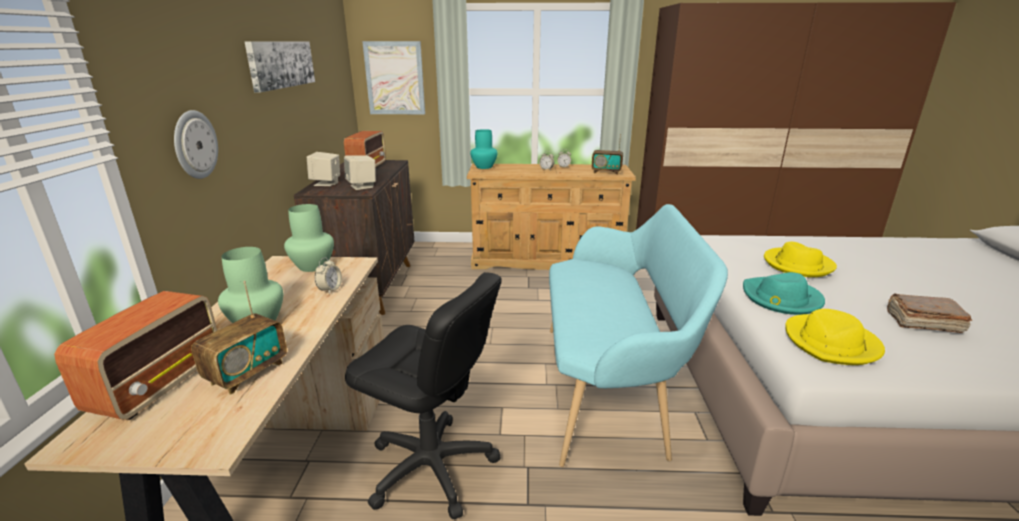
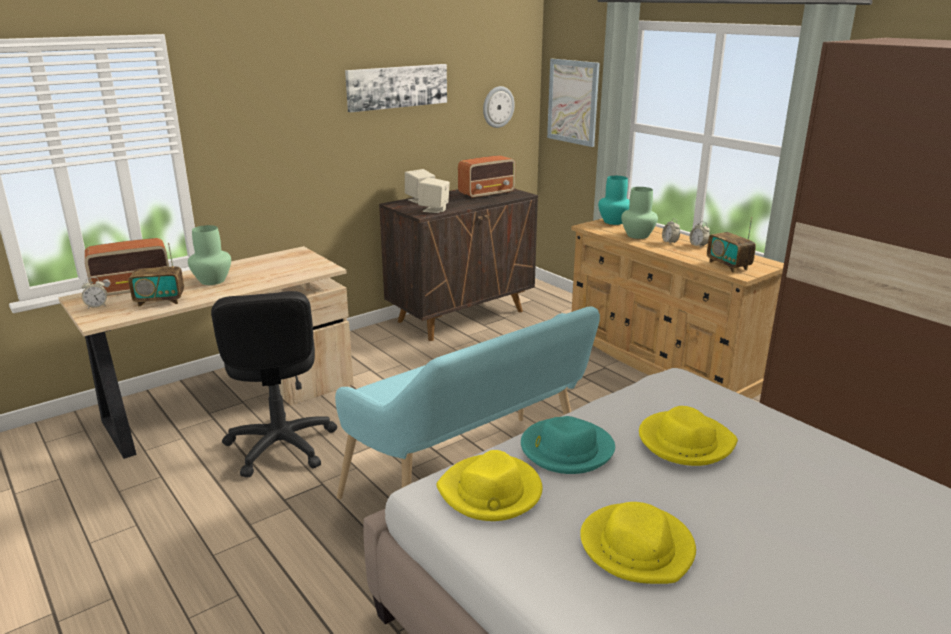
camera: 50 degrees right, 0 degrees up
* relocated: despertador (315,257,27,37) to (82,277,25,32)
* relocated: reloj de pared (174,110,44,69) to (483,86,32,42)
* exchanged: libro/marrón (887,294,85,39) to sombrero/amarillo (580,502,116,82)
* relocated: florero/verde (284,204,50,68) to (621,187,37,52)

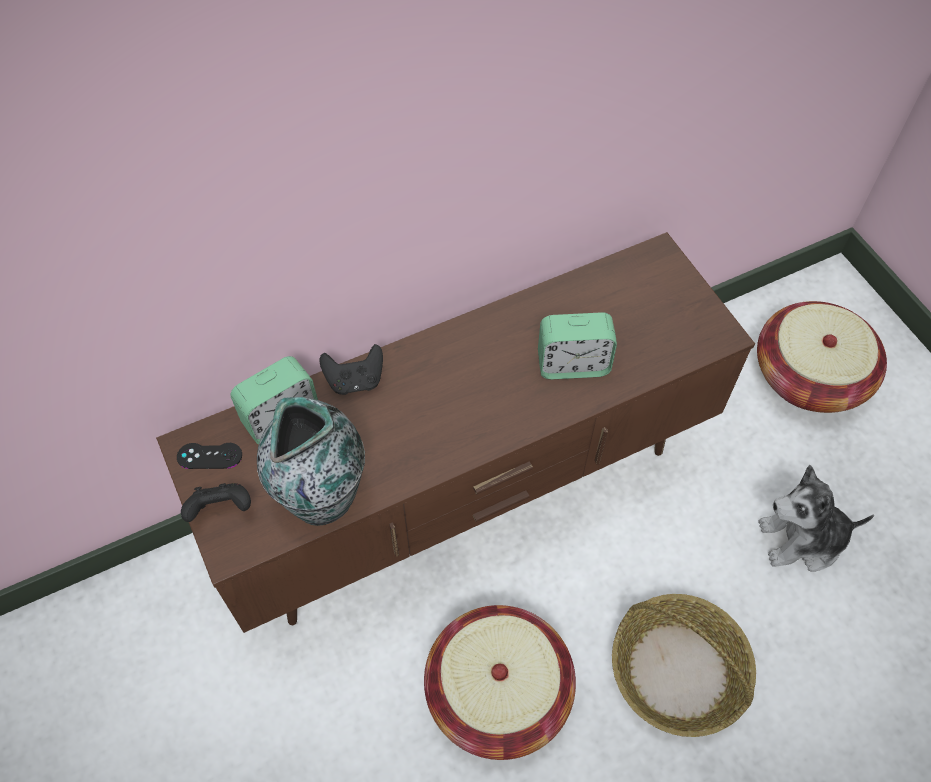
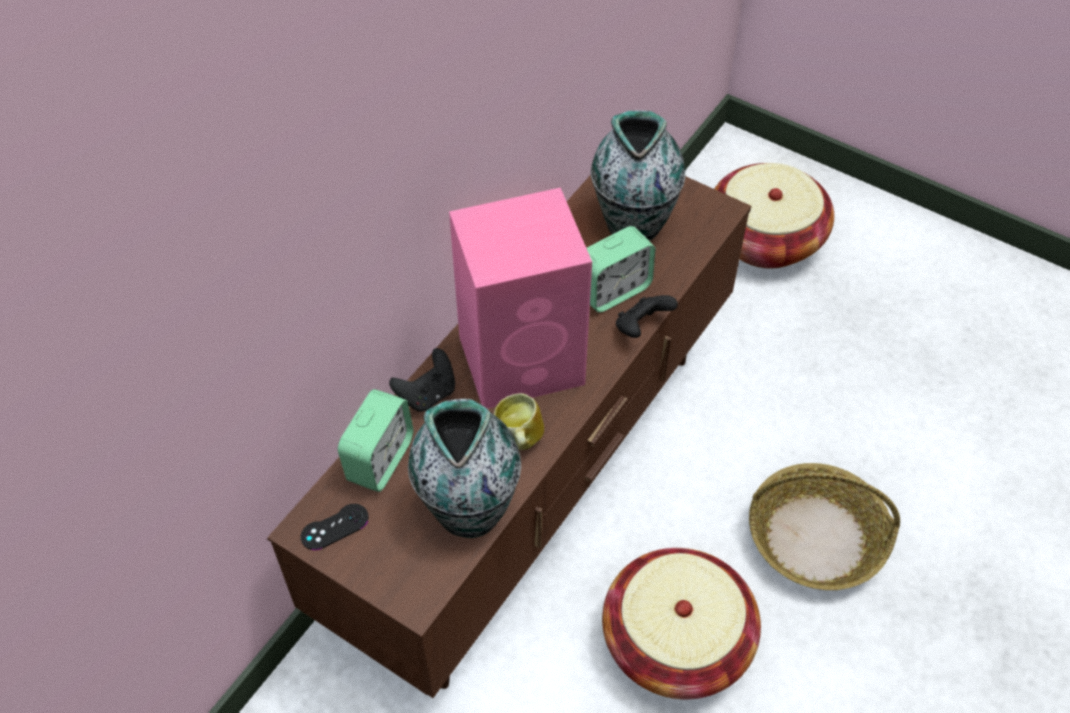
camera: 30 degrees left, 5 degrees down
* appeared: altavoz/rosa (449,188,143,221)
* appeared: taza grande (494,393,50,57)
* appeared: florero (590,110,96,131)
* relocated: mando de consola/negro (181,483,70,39) to (616,295,62,43)
* missing: peluche (758,465,116,107)

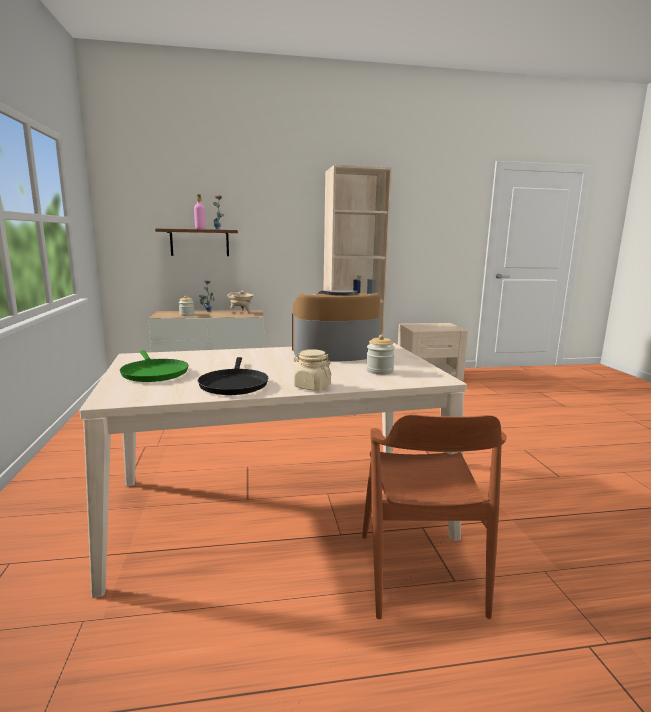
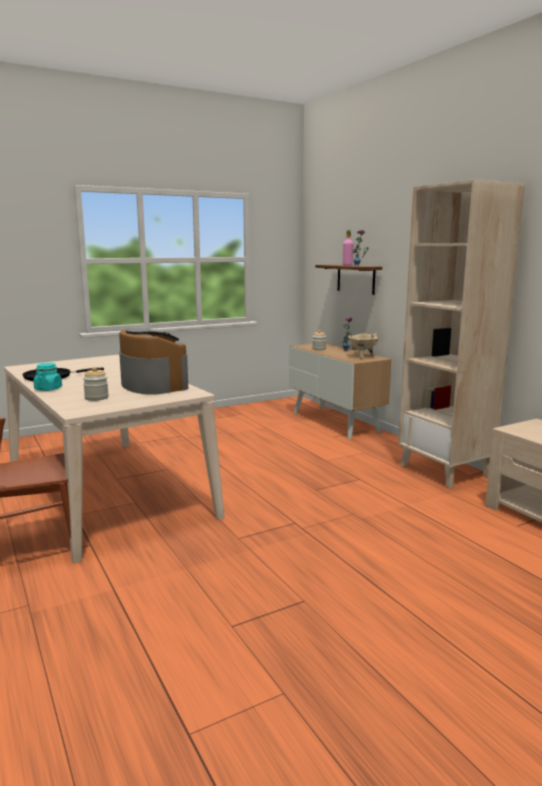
camera: 70 degrees right, 0 degrees up
* colour: tarro/beis (294,349,37,42) to tarro/turquesa (34,363,28,28)
* missing: sartén/verde (120,350,68,32)

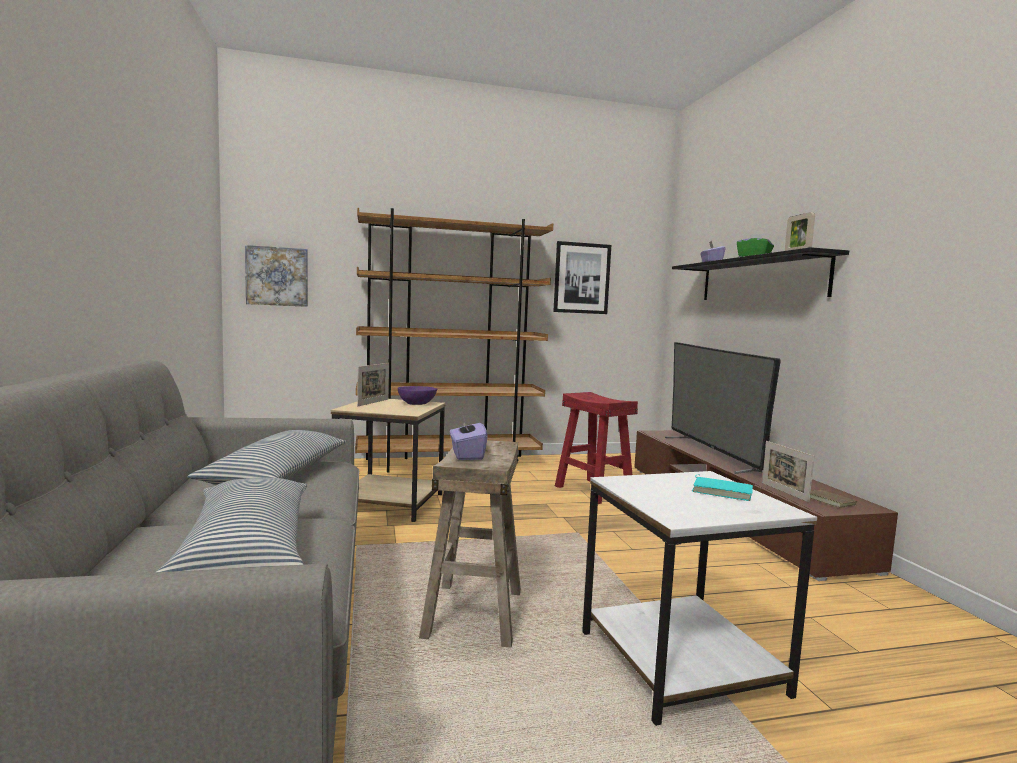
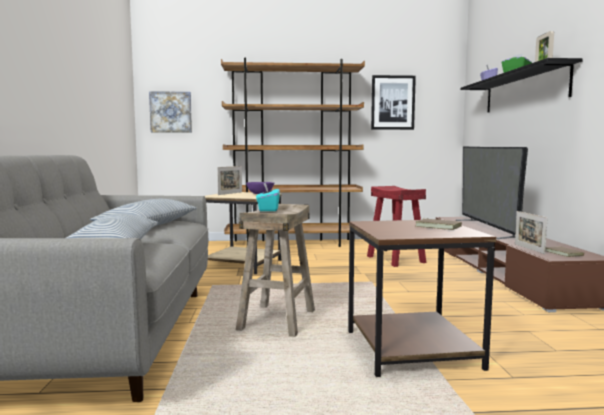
camera: 10 degrees right, 0 degrees up
* colour: caja de pañuelos/morado (450,416,38,44) to caja de pañuelos/turquesa (256,183,24,28)
* colour: mesa auxiliar/blanco (582,471,235,255) to mesa auxiliar/marrón (348,219,148,158)
* colour: libro/turquesa (692,475,61,26) to libro/marrón (416,218,46,12)

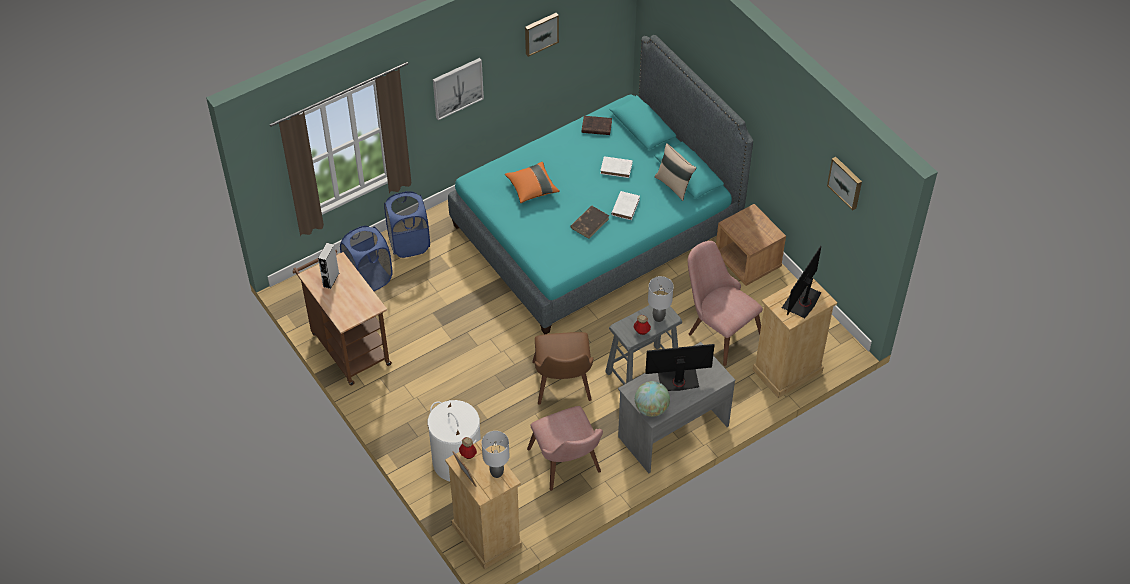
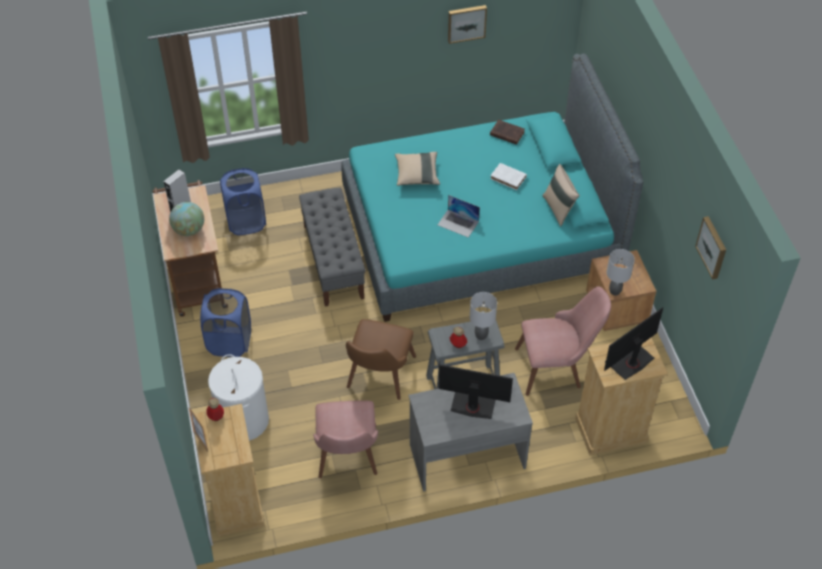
camera: 20 degrees right, 0 degrees up
* relocated: globo terráqueo (635,381,35,36) to (169,202,35,34)
* relocated: cesto de la ropa/azul (384,191,46,67) to (200,288,51,69)
* appeared: banco/gris (299,188,66,119)
* colour: cojín/naranja (505,162,55,41) to cojín/beis (395,152,45,34)
* exchanged: libro/marrón (570,206,39,33) to portátil (438,195,42,43)
* spun: silla/rosa (688,241,75,125) = (515,286,96,110) 105 degrees clockwise
* relocated: lámpara de mesa/gris (482,431,27,47) to (606,249,29,47)
* missing: cuadro (433,58,51,62)
* missing: libro/blanco (611,191,29,29)

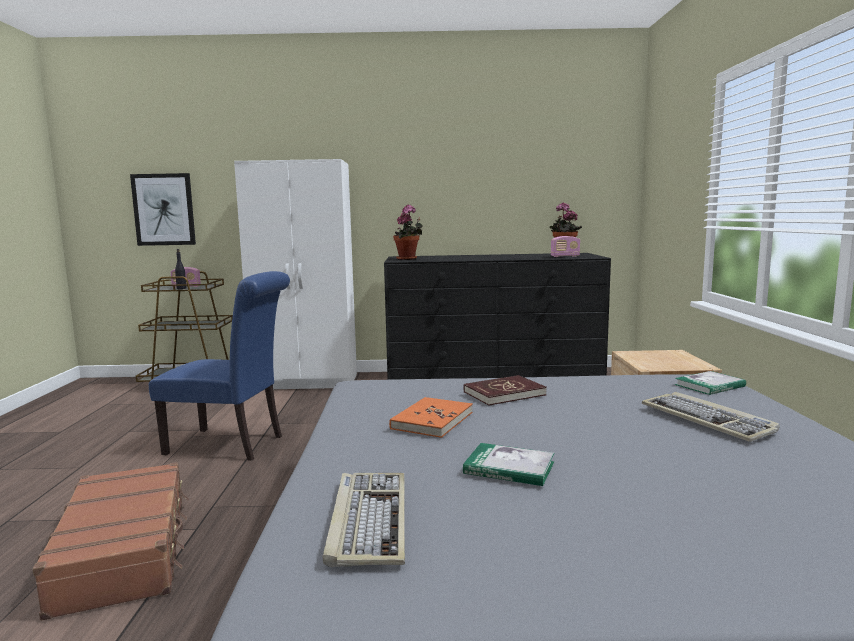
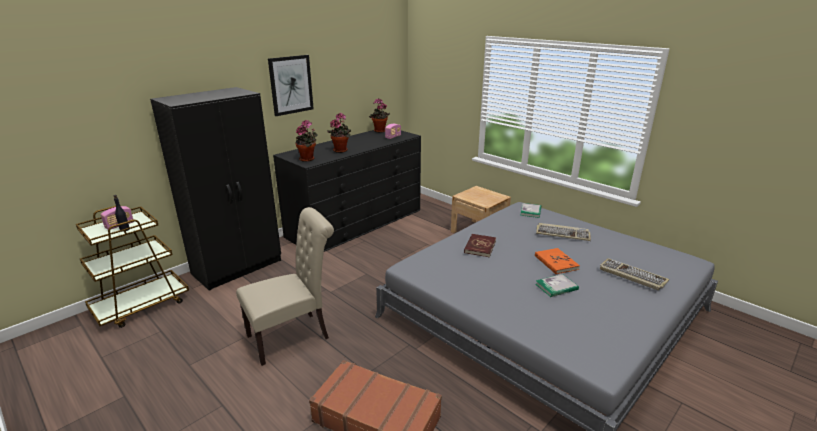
camera: 45 degrees left, 15 degrees up
* colour: armario ropero/blanco (234,159,123,231) to armario ropero/negro (150,87,131,204)
* colour: silla/azul (149,271,141,190) to silla/beis (236,207,98,159)
* relocated: cuadro (130,173,66,73) to (268,55,46,61)
* appeared: planta en maceta (327,113,24,40)
* relocated: libro/naranja (389,397,84,41) to (535,248,45,26)
* relocated: teclado (322,473,83,94) to (600,258,69,32)

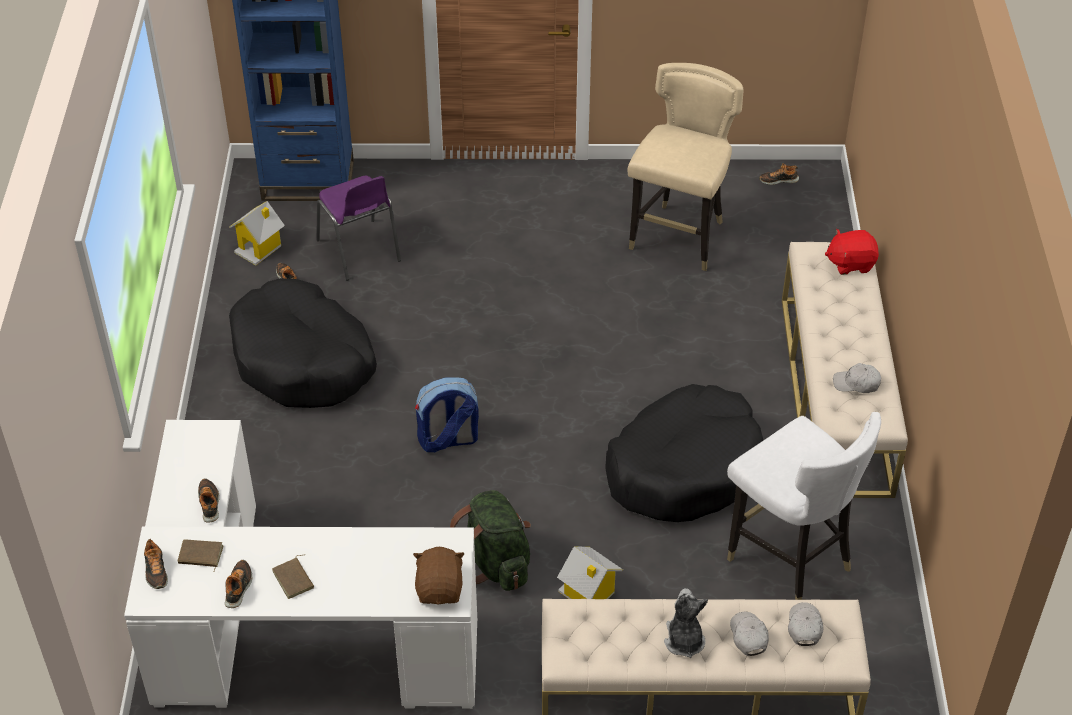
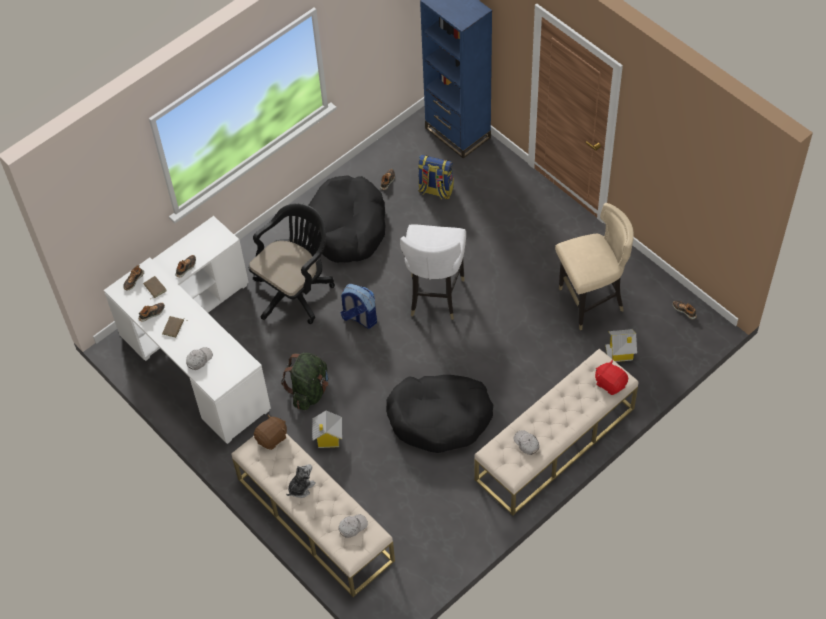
camera: 50 degrees right, 10 degrees up
* relocated: gorra/blanco (730,612,39,44) to (186,347,27,23)
* appeared: silla de oficina/negro (248,203,87,121)
* relocated: peluche/marrón (413,547,52,58) to (254,414,33,36)
* relocated: silla/blanco (727,412,154,188) to (400,224,66,96)
* exchanged: silla/morado (316,176,85,104) to mochila (418,155,36,44)
* relocated: casita (229,201,56,64) to (605,329,32,33)

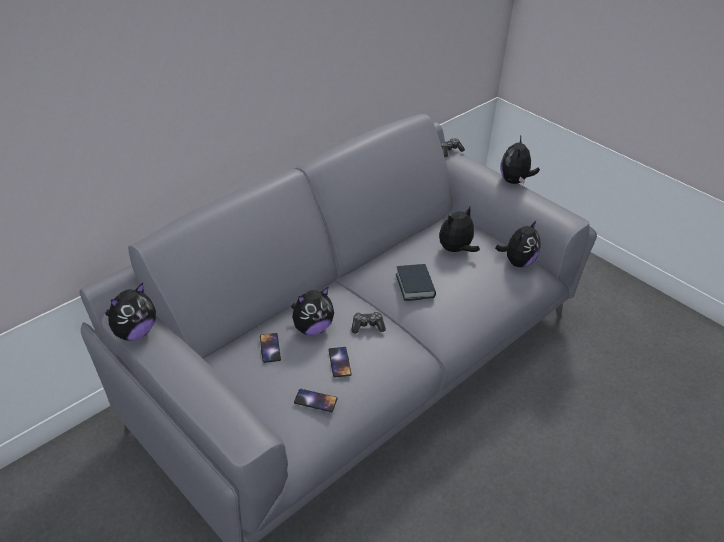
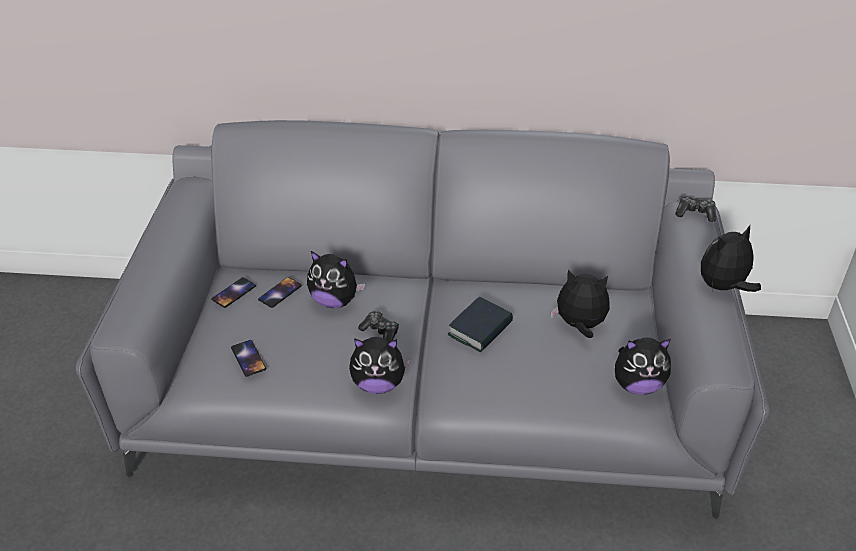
camera: 50 degrees right, 0 degrees up
* relocated: móvil (329,347,23,30) to (211,277,45,31)
* relocated: peluche (105,283,51,58) to (349,337,61,57)

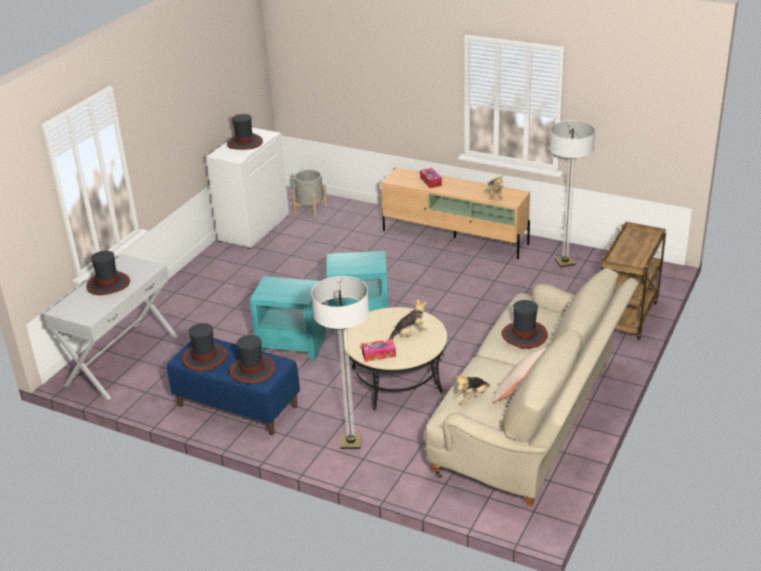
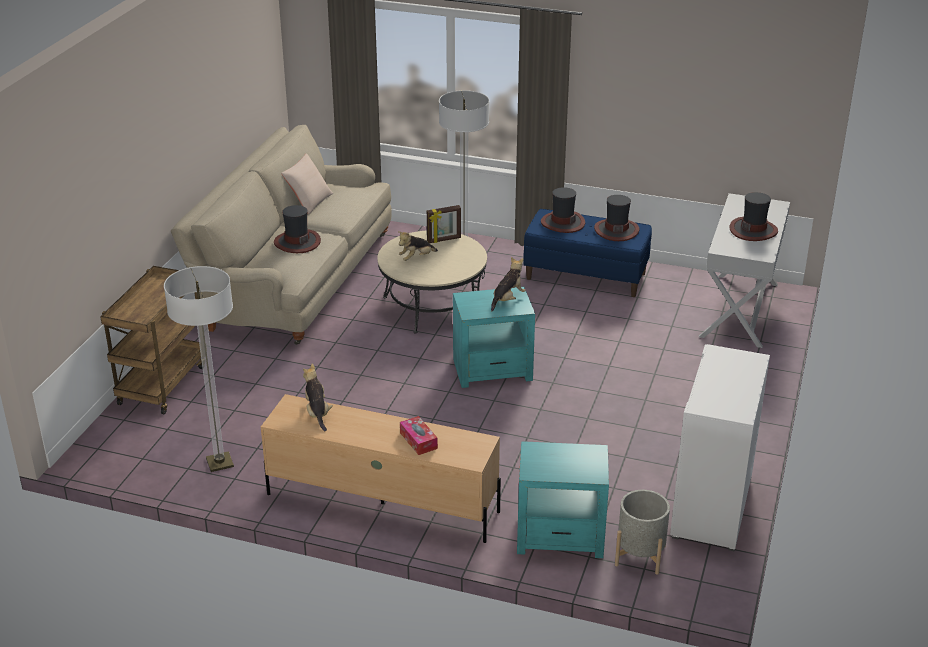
camera: 170 degrees right, 0 degrees up
* exchanged: caja de pañuelos (362,339,34,23) to portarretratos (427,205,34,38)
* relocated: peluche (454,375,36,29) to (491,257,35,54)
* relocated: mesa auxiliar/turquesa (250,276,76,85) to (517,441,92,117)
* missing: sombrero (227,114,36,36)

